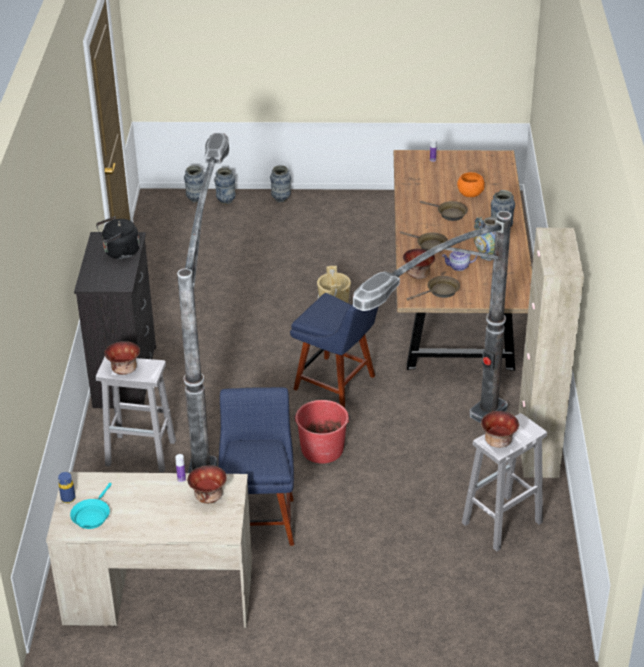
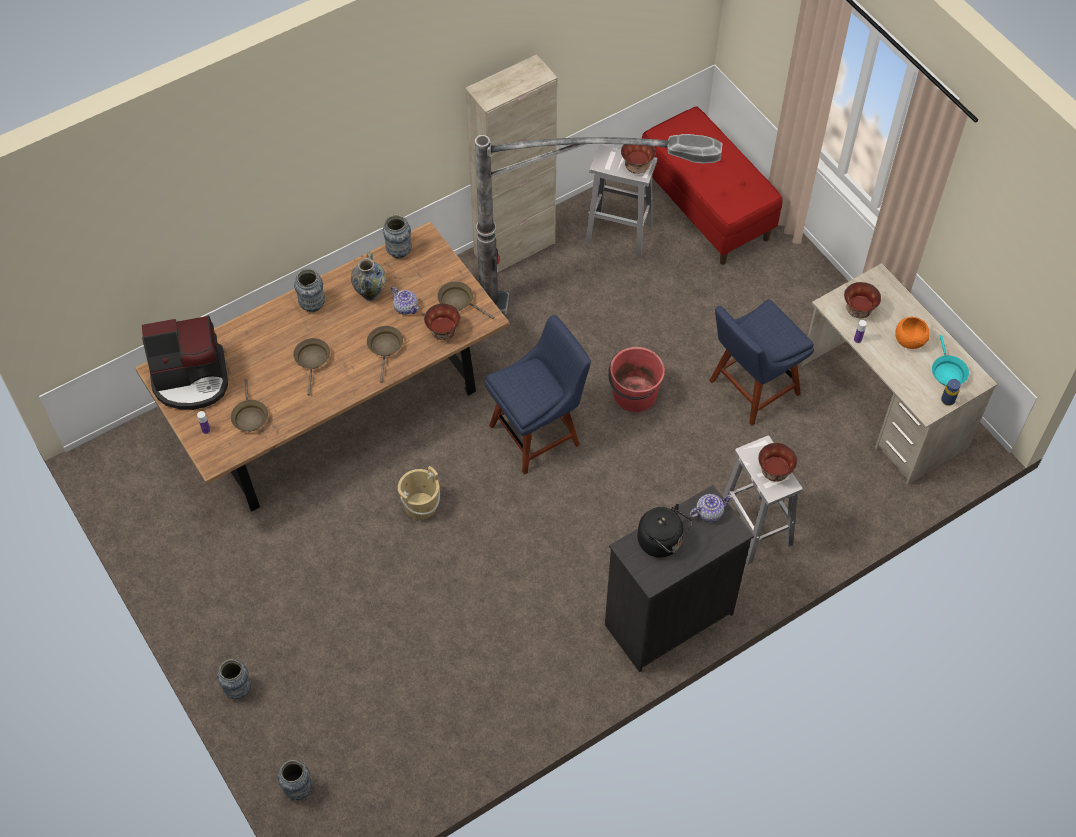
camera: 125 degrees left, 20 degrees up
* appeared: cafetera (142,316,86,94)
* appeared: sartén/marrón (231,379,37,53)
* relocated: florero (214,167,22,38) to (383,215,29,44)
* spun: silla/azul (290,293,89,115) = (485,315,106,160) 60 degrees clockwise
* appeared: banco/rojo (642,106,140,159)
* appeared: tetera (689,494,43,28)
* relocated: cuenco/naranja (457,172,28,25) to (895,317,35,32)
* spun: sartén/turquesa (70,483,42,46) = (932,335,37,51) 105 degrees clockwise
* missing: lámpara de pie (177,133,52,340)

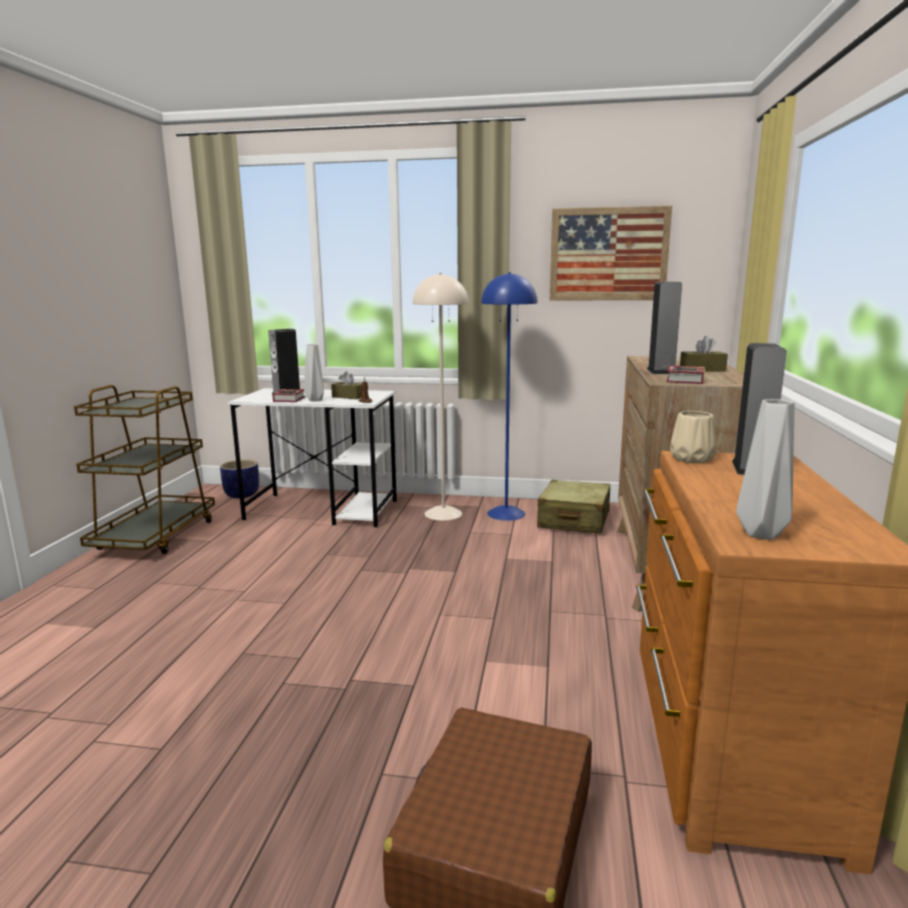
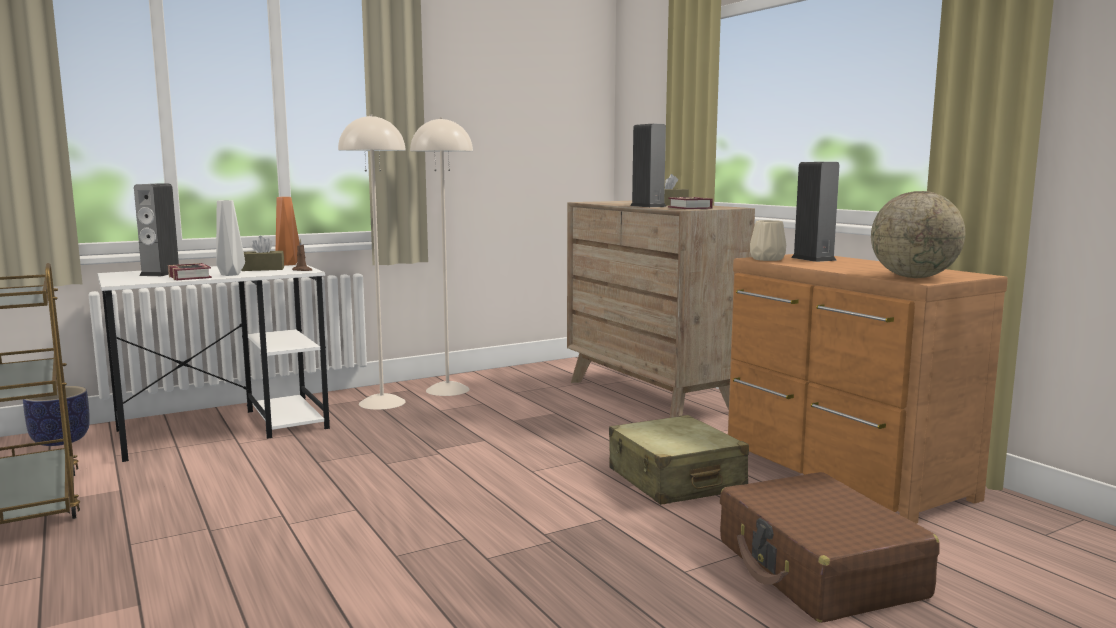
camera: 40 degrees left, 5 degrees down
* appeared: florero/naranja (276,197,23,69)
* colour: lámpara de pie/azul (481,272,57,249) to lámpara de pie/beis (410,117,63,279)
* relocated: maleta/beis (537,480,73,54) to (609,415,140,90)
* exchanged: florero/gris (736,399,58,141) to globo terráqueo (871,191,94,87)
* missing: cuadro (550,206,122,94)

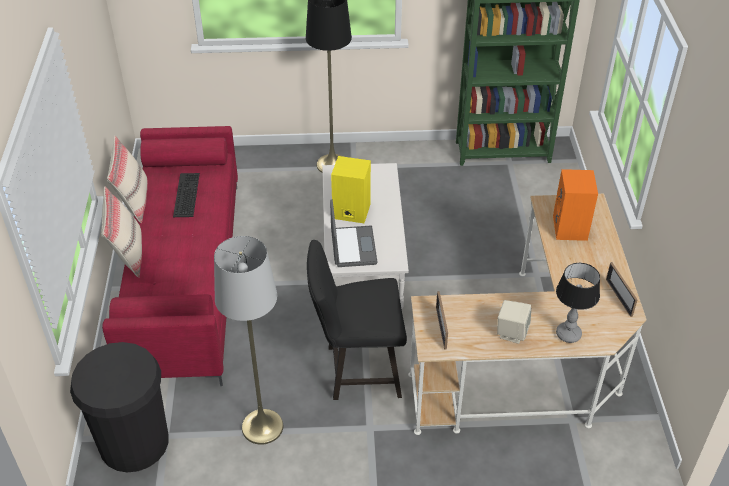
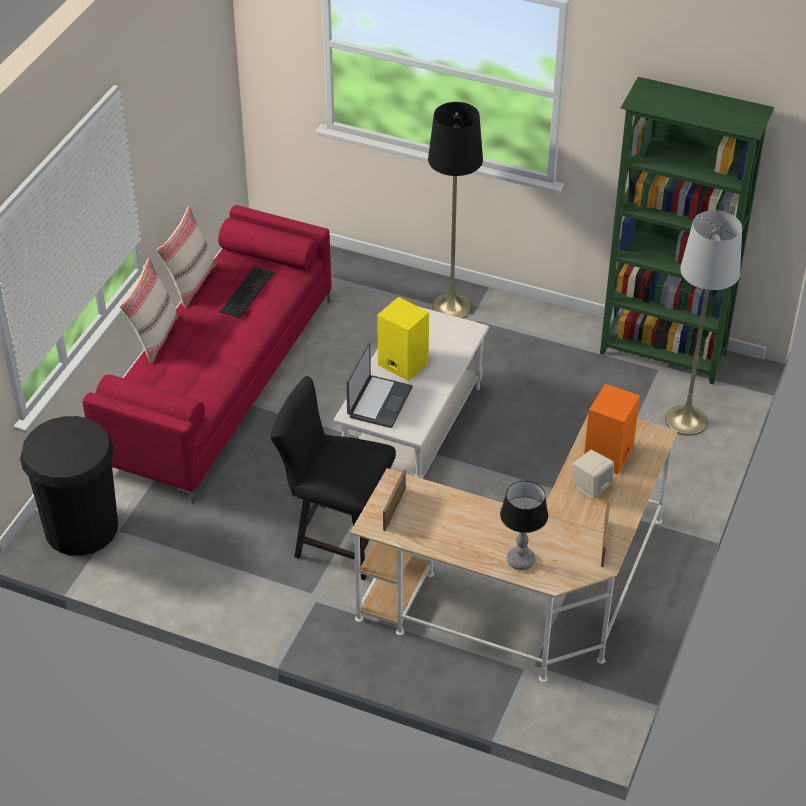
camera: 25 degrees right, 0 degrees up
* relocated: altavoz/beis (497,300,34,44) to (573,450,41,49)
* relocated: lámpara de pie/gris (214,236,69,209) to (665,210,77,226)

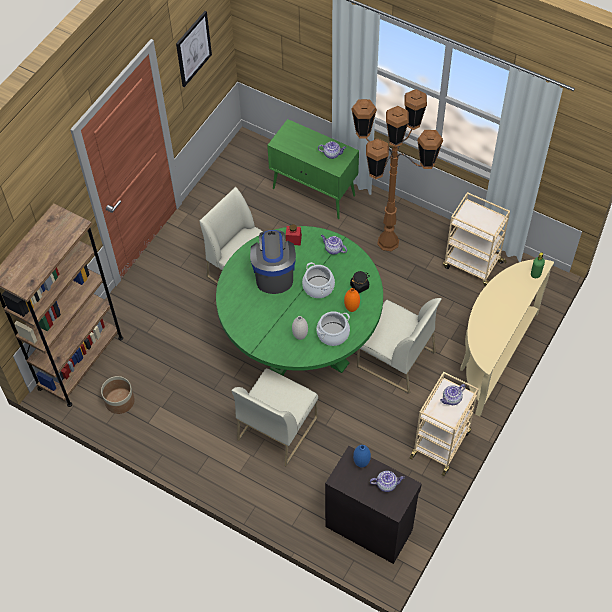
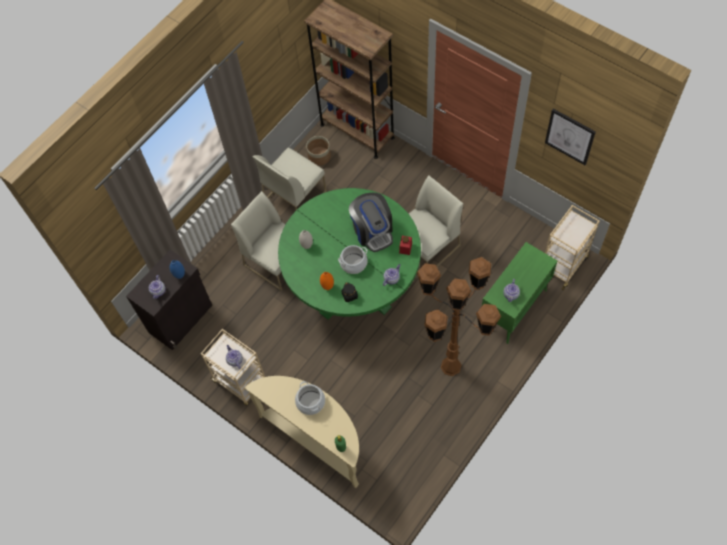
camera: 100 degrees right, 5 degrees up
* relocated: silla/blanco (357,298,85,96) to (252,147,75,64)
* relocated: olla (316,311,34,35) to (295,381,30,34)
* spun: cafetera (250,230,46,64) = (349,193,44,59) 60 degrees clockwise
* relocated: carrito/beis (443,192,67,94) to (545,205,55,85)

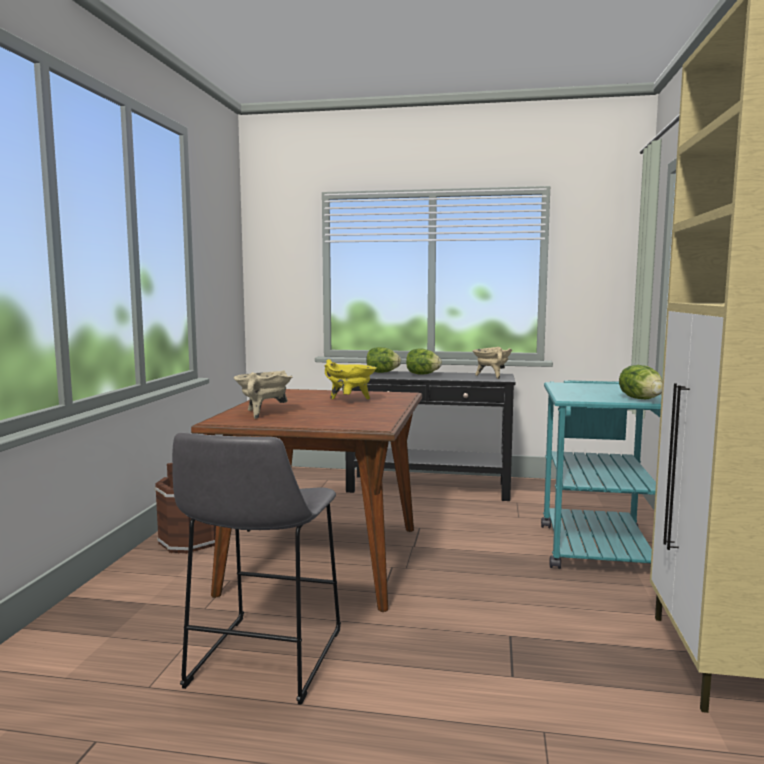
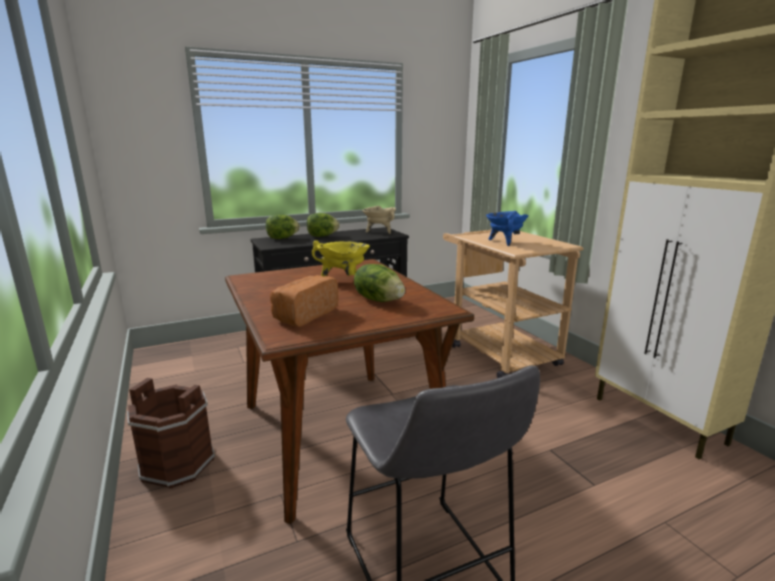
camera: 35 degrees left, 10 degrees up
* exchanged: olla/beis (234,370,58,49) to pan (270,275,68,52)
* relocated: lechuga (619,365,43,34) to (354,264,51,38)
* colour: carrito/turquesa (541,380,121,189) to carrito/beis (443,229,140,149)
* appeared: olla/azul (486,211,42,35)

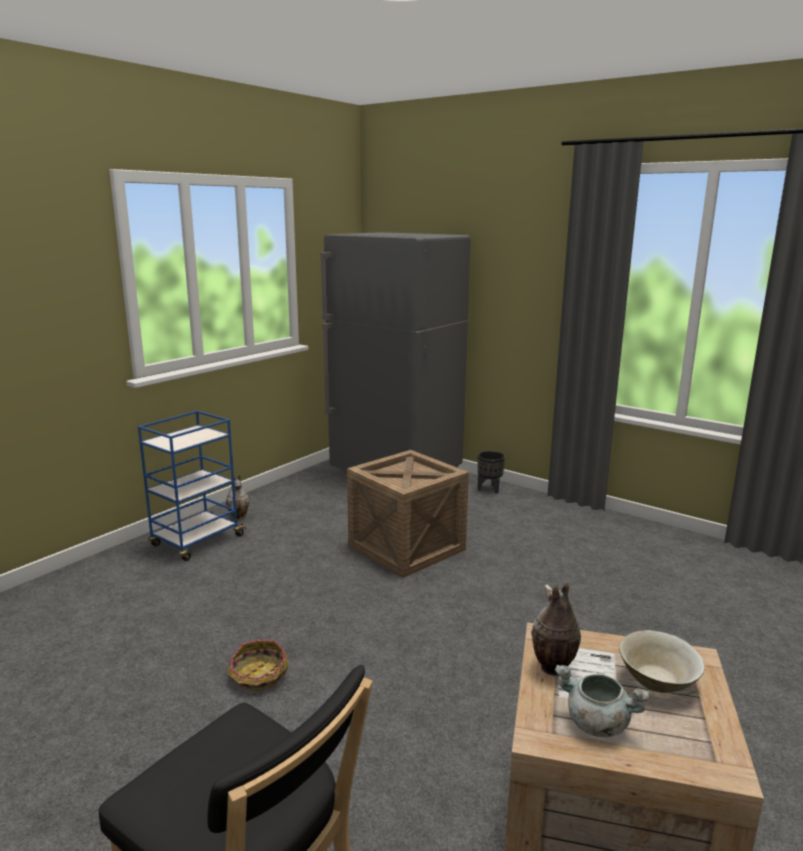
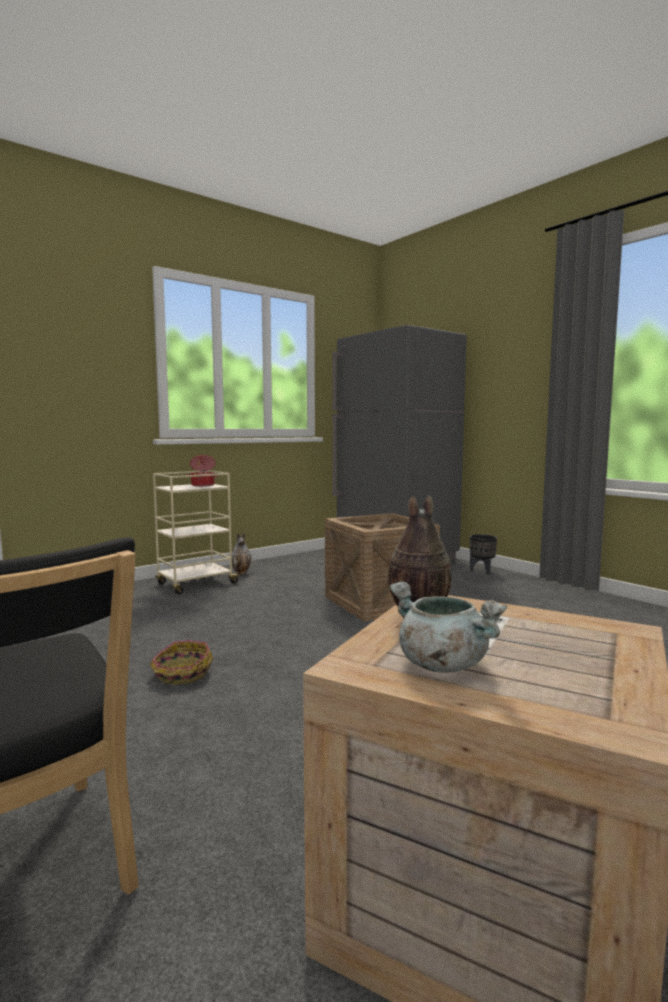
camera: 15 degrees right, 10 degrees down
* colour: carrito/azul (138,411,109,150) to carrito/beis (153,470,88,124)
* appeared: olla (187,455,32,32)
* missing: cuenco/beis (620,630,85,63)

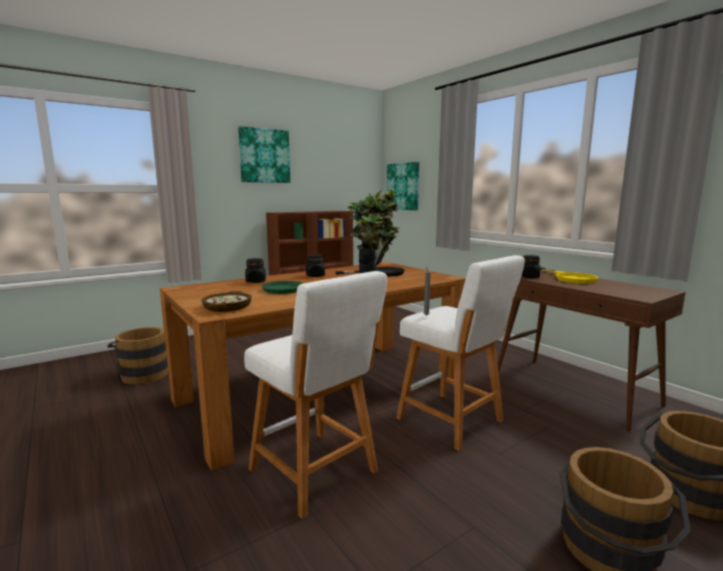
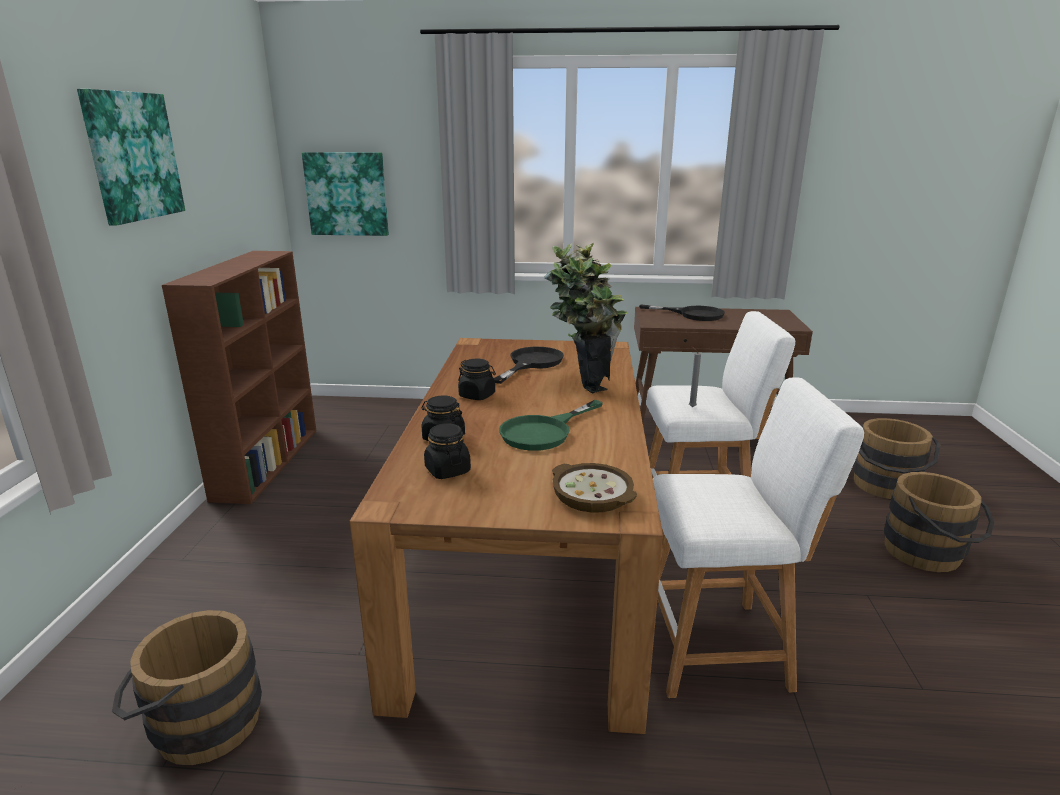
camera: 50 degrees left, 10 degrees up
* relocated: tarro/negro (521,255,19,23) to (424,423,47,56)
* colour: sartén/amarillo (540,267,58,17) to sartén/negro (639,304,86,17)

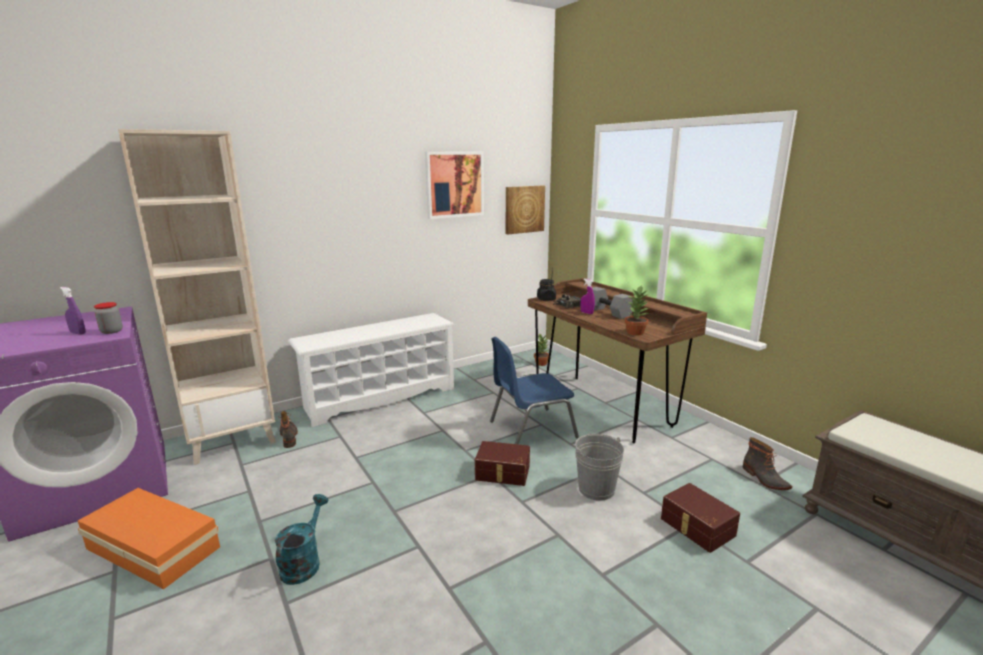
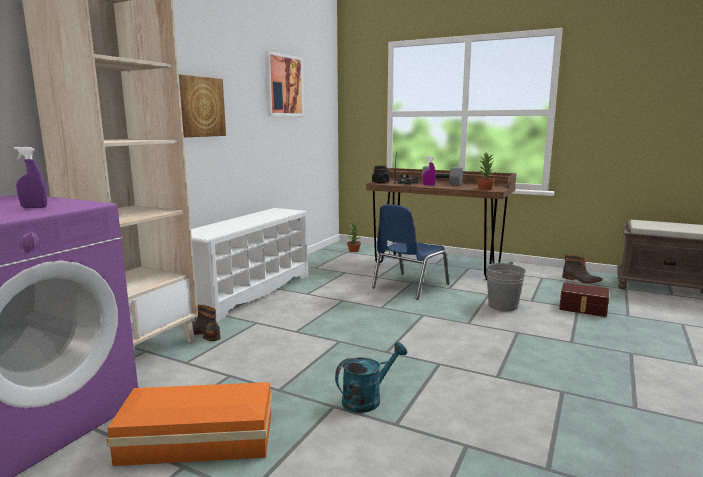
camera: 30 degrees left, 5 degrees down
* relocated: cuadro (506,186,39,48) to (179,75,47,62)
* spun: regadera/turquesa (275,494,54,91) = (335,342,72,71) 75 degrees clockwise
* missing: tarro (94,302,29,32)
* missing: caja de almacenaje/marrón (475,441,55,45)

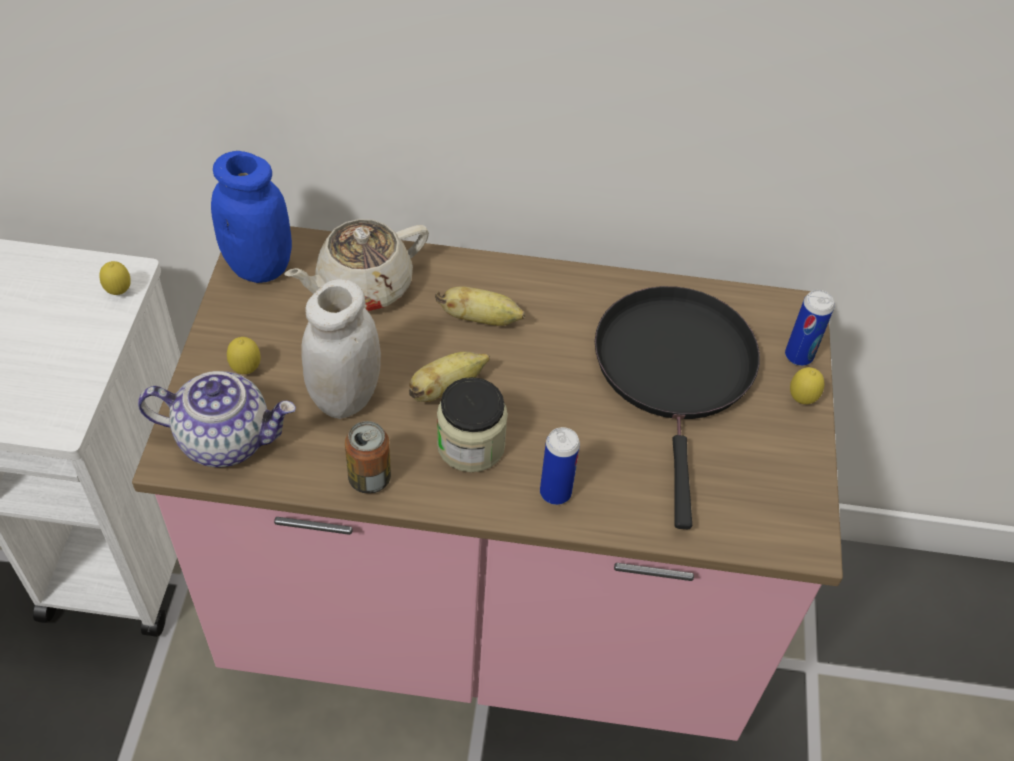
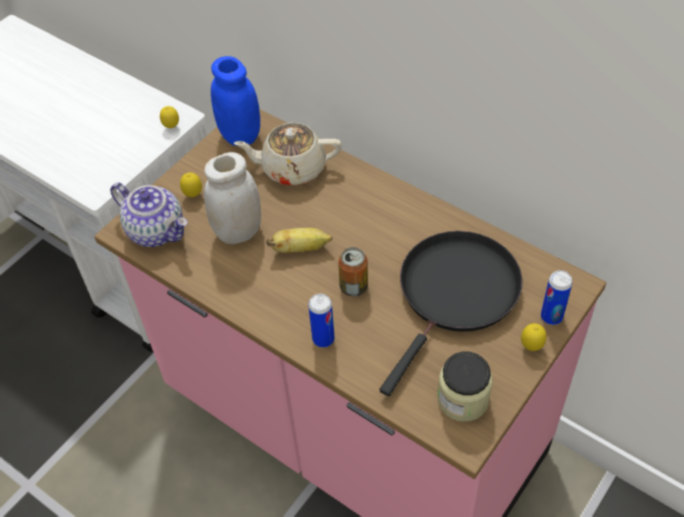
camera: 35 degrees right, 0 degrees up
* relocated: lata (345,421,46,73) to (338,247,30,49)
* relocated: tarro (437,377,71,95) to (438,351,55,70)
* missing: plátano (435,287,90,39)

